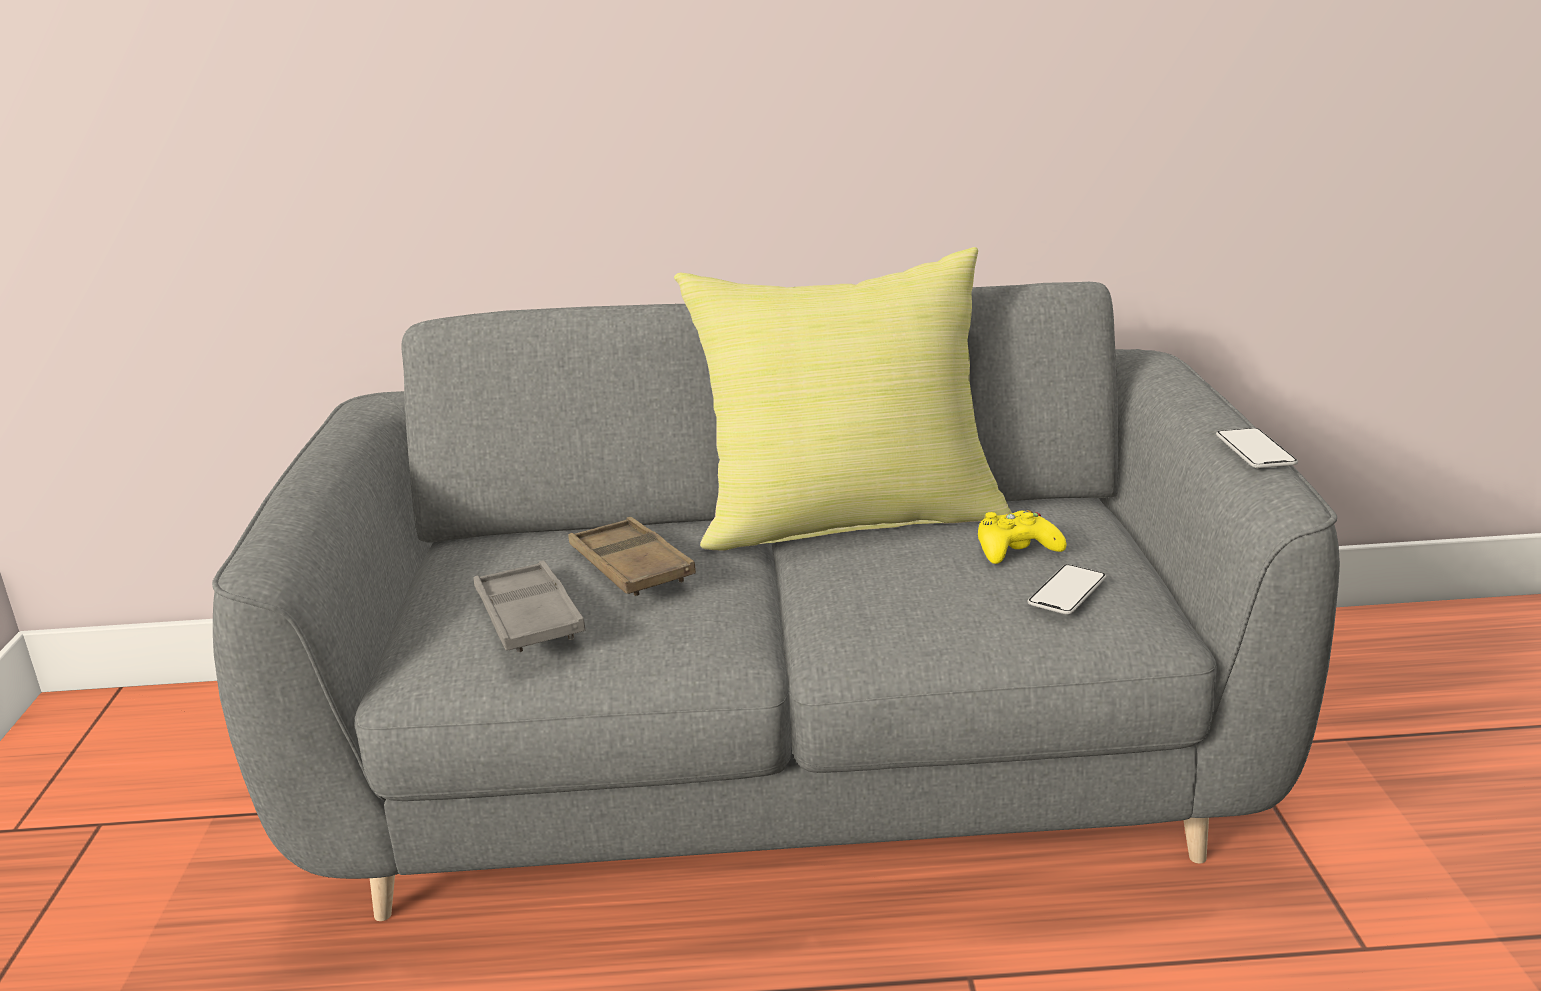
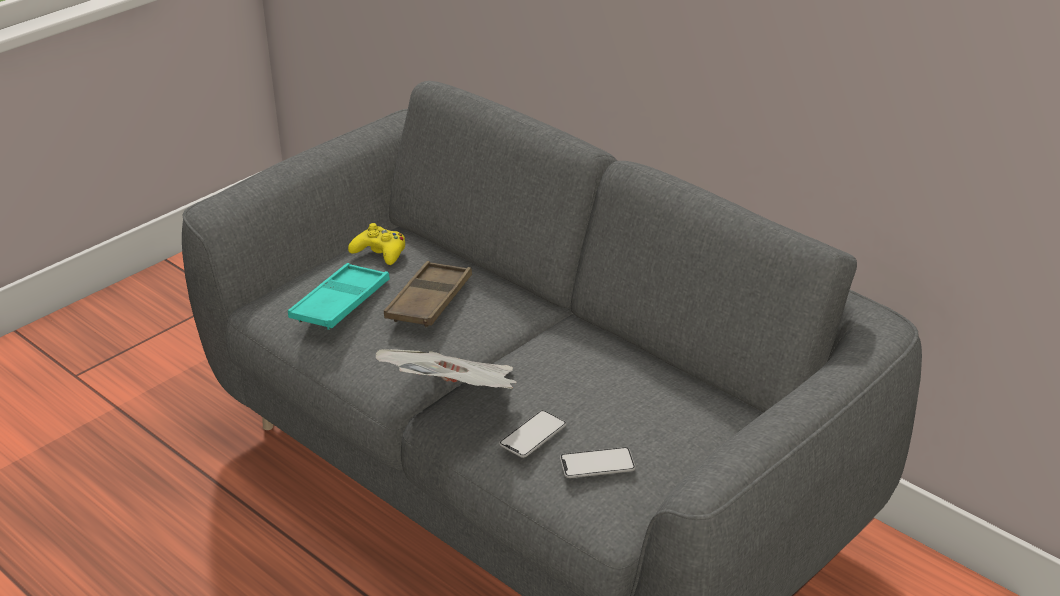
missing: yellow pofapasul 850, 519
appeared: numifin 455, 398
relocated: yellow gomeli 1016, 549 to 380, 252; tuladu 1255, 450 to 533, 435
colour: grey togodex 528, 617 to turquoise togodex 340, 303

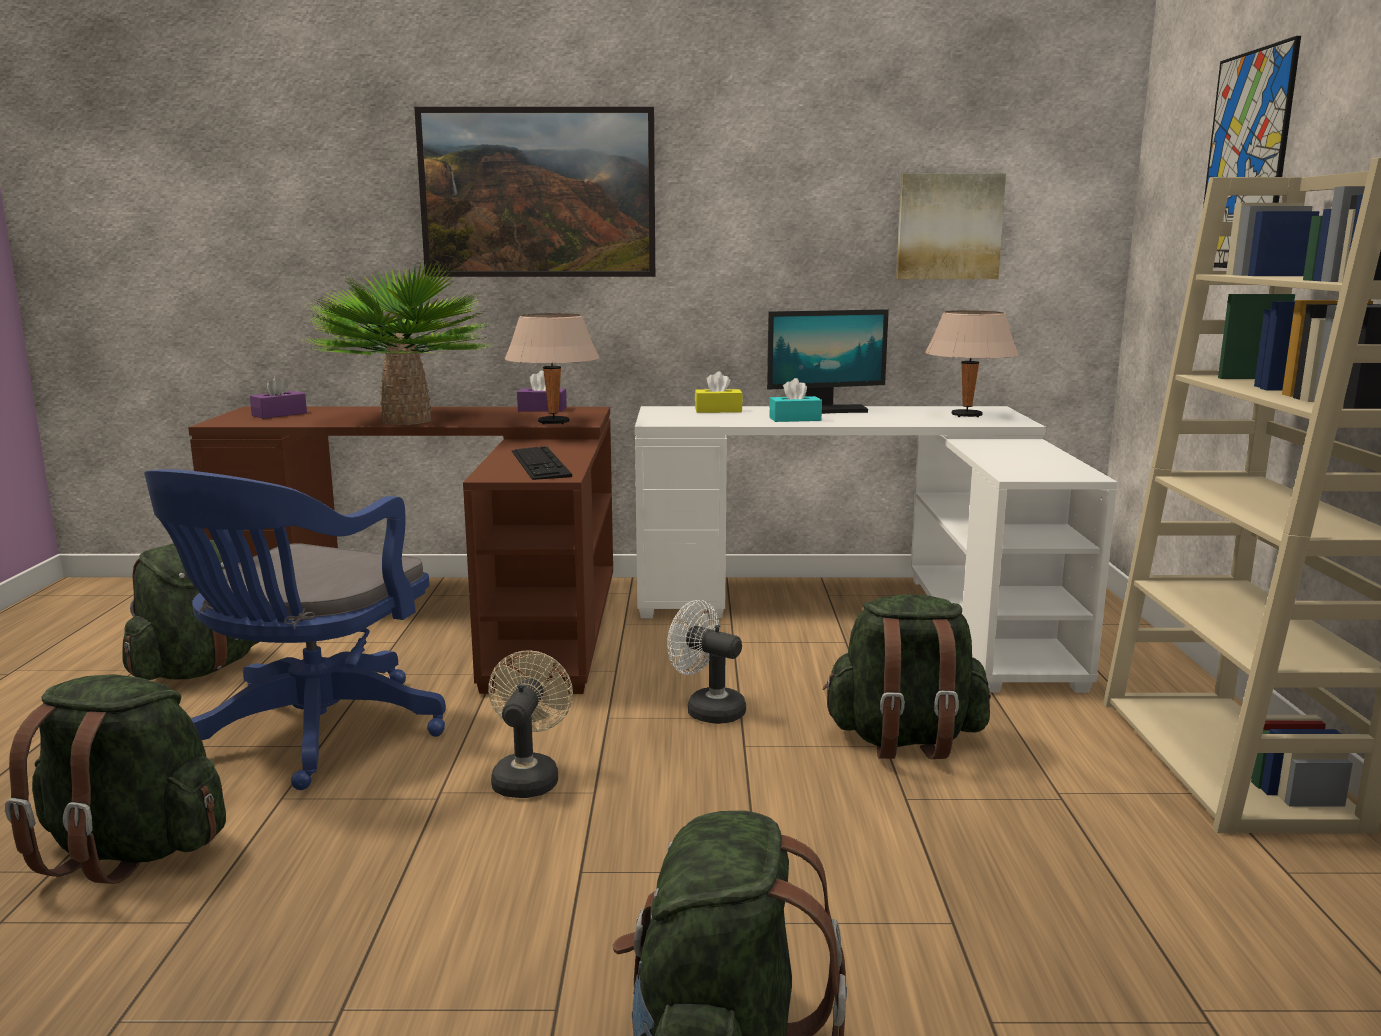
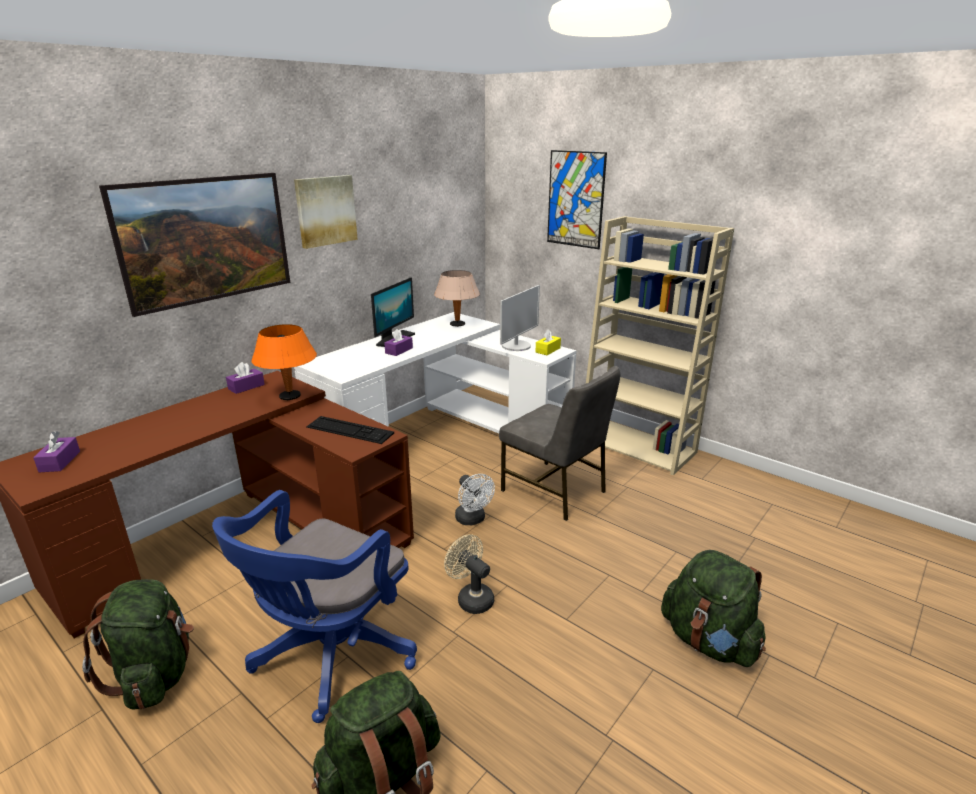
missing: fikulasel 407, 420
appeared: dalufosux 516, 346
relocated: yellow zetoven 718, 410 to 548, 350; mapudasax 949, 227 to 325, 210
exchanged: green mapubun 905, 740 to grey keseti 555, 491
colour: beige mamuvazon 554, 422 to orange mamuvazon 290, 396; turquoise zetoven 795, 419 to purple zetoven 399, 350
spun: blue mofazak 309, 736 = 330, 656 60 degrees clockwise; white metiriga 707, 710 = 472, 520 105 degrees counterclockwise

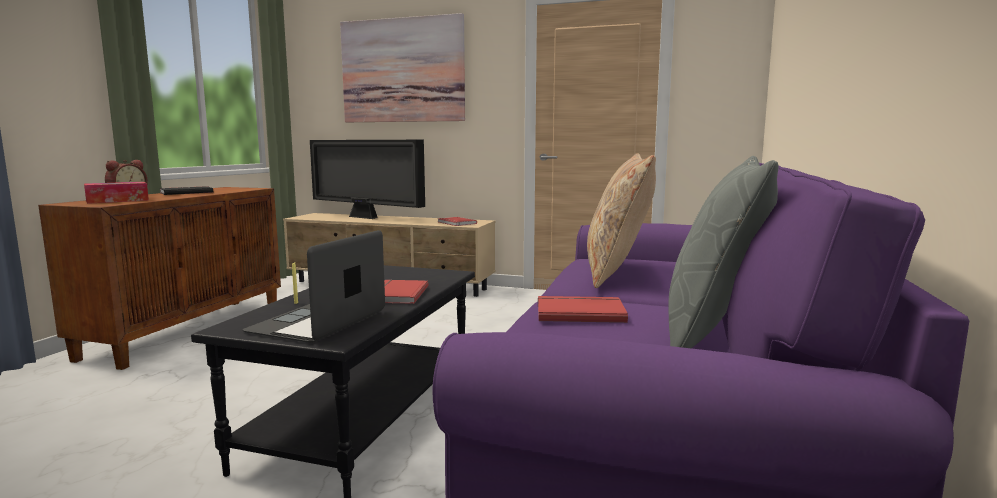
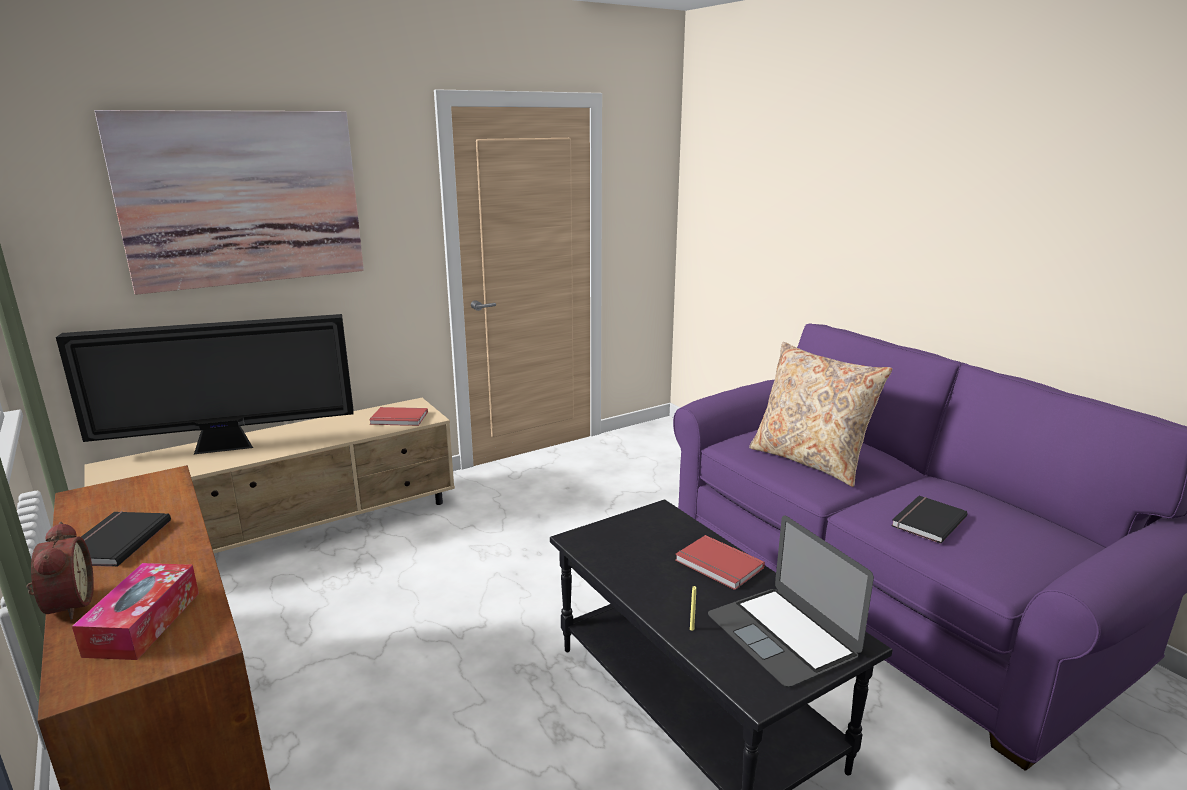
missing: grey pofapasul 712, 332
colour: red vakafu 579, 312 to black vakafu 926, 521

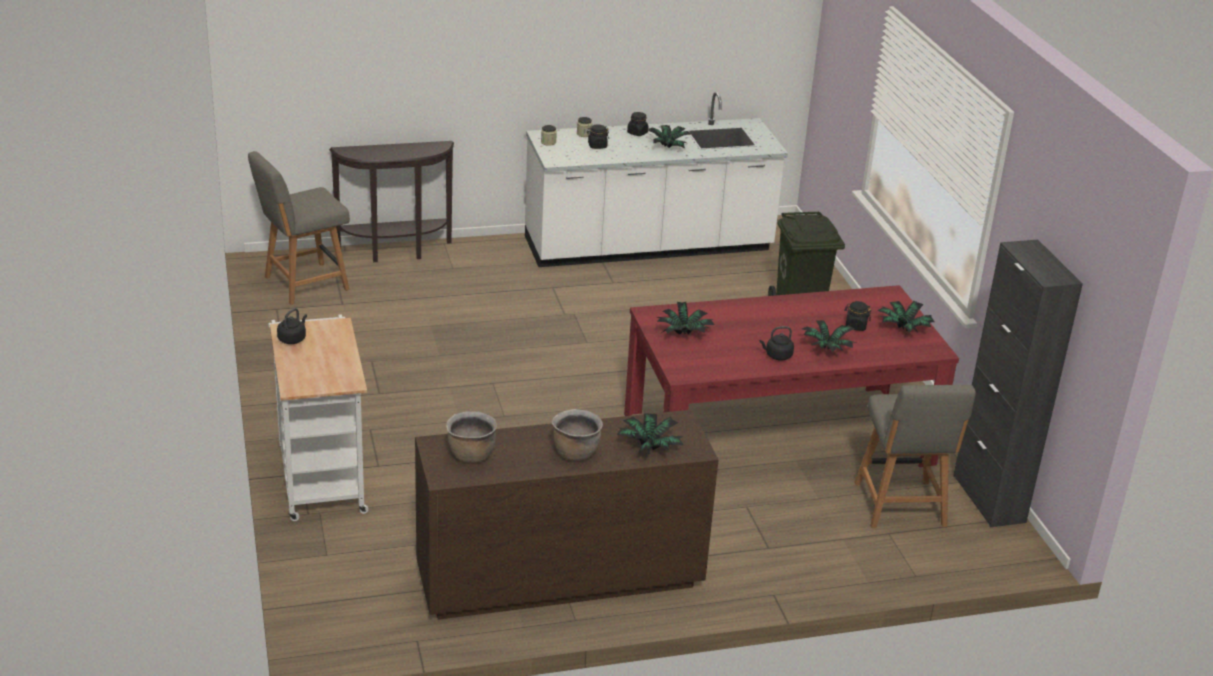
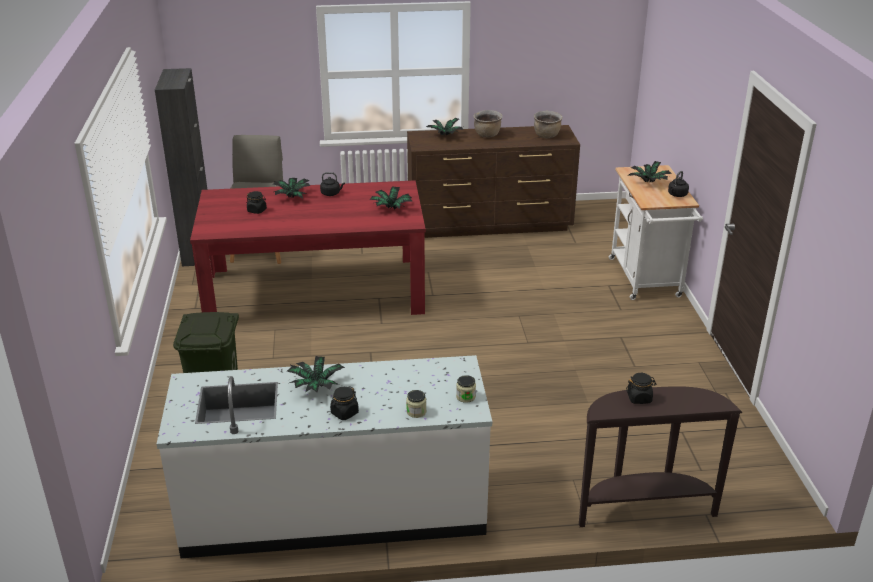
missing: grey keseti 303, 284
relocated: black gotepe 597, 146 to 639, 398; fikulasel 903, 329 to 649, 183

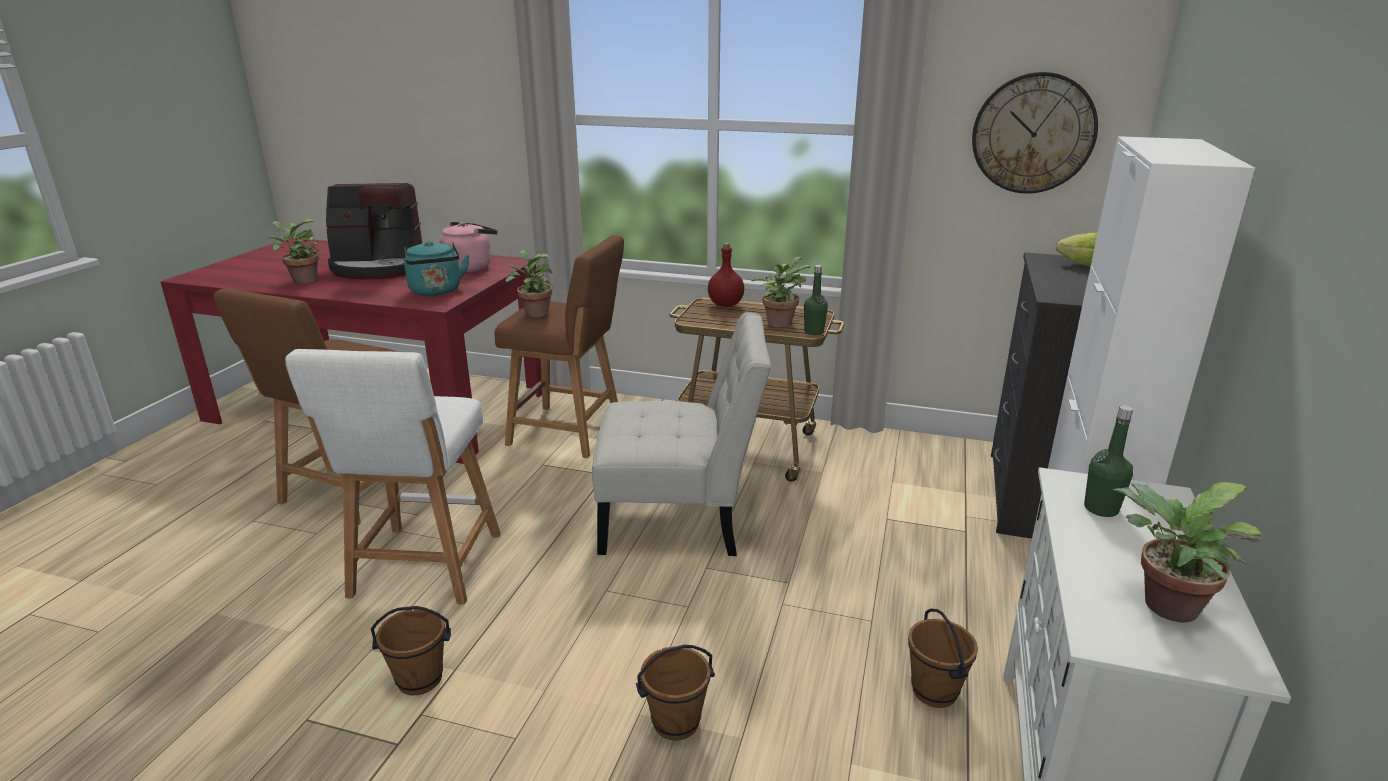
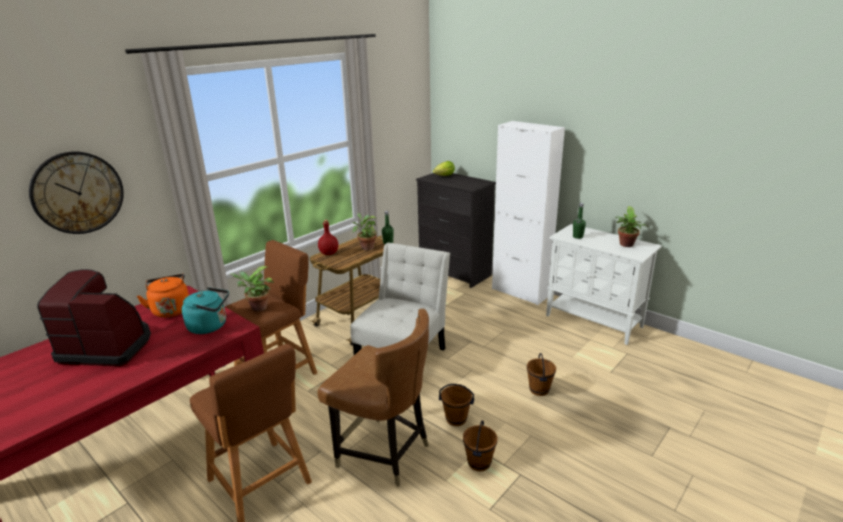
missing: fikulasel 302, 280
relocated: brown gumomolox 935, 691 to 456, 419; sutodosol 1033, 133 to 78, 192
exchanged: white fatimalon 424, 569 to brown keseti 384, 453
colour: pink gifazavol 470, 267 to orange gifazavol 171, 309
spun: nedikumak 379, 267 = 107, 347 105 degrees counterclockwise

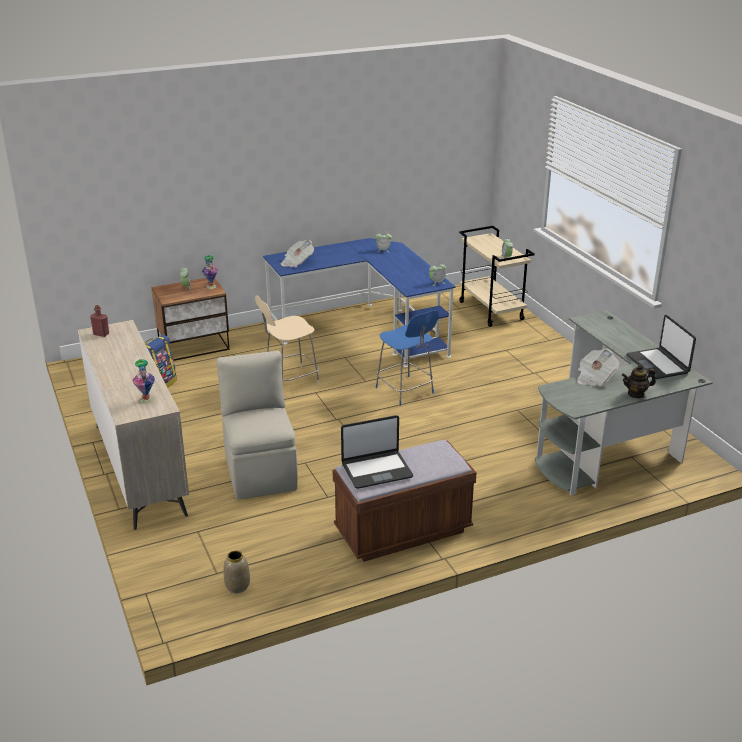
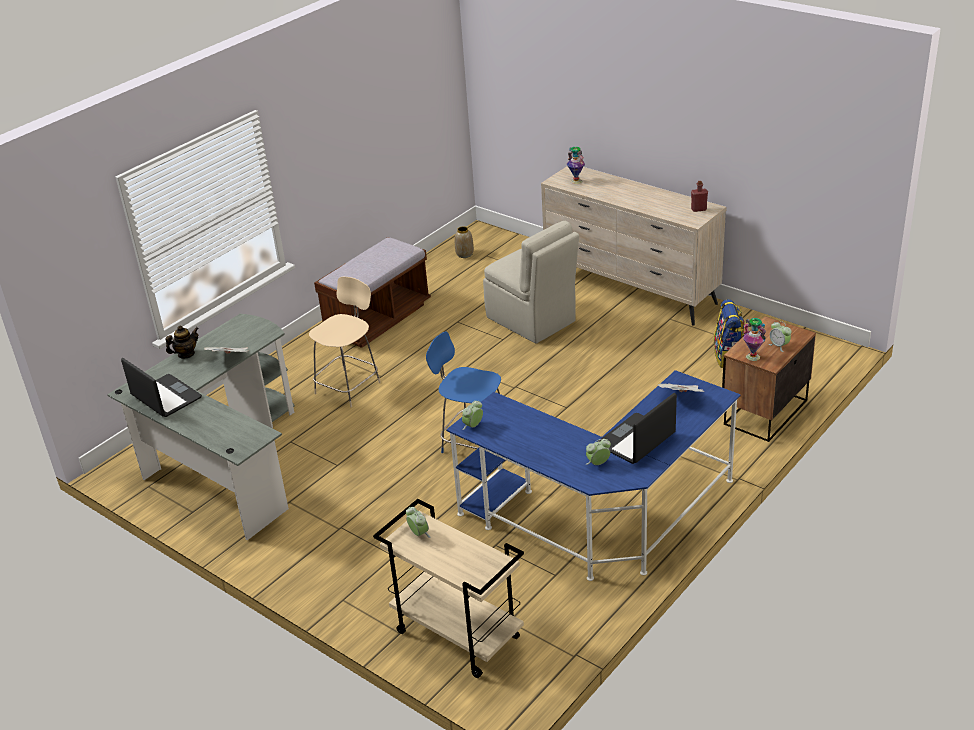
relocated: beige keseti 290, 381 to 349, 386; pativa 376, 470 to 636, 440

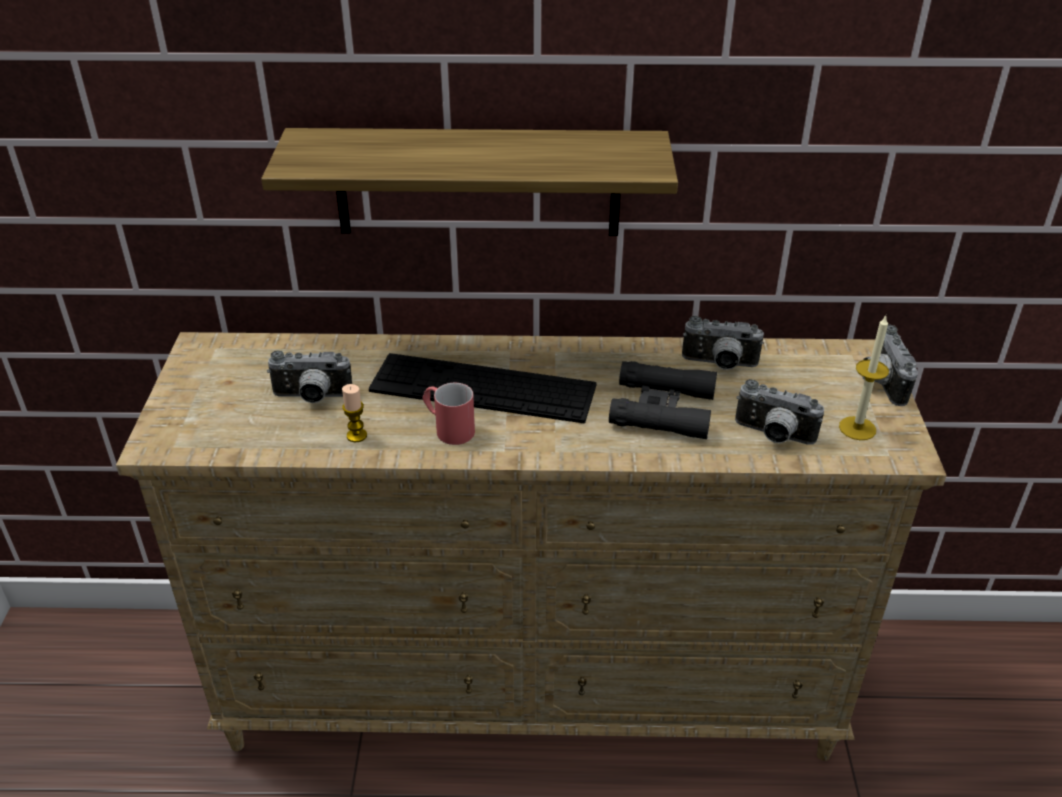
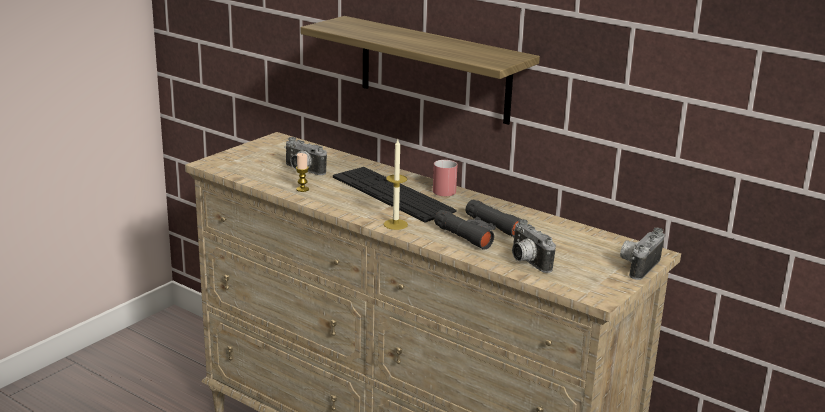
missing: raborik 719, 365
relocated: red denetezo 448, 428 to 442, 189; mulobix 857, 428 to 395, 224

